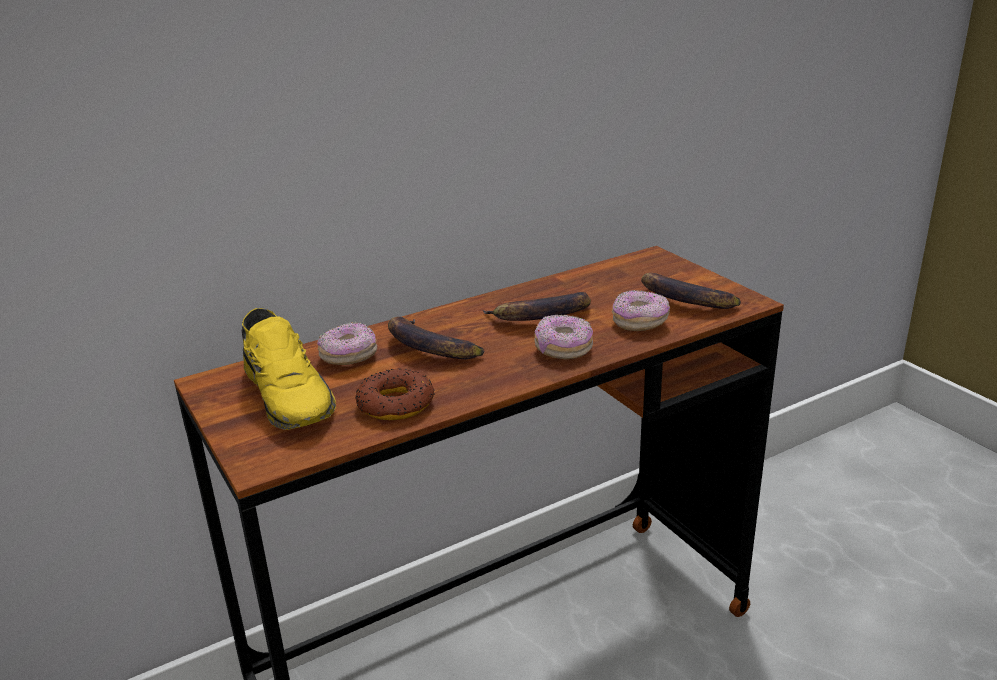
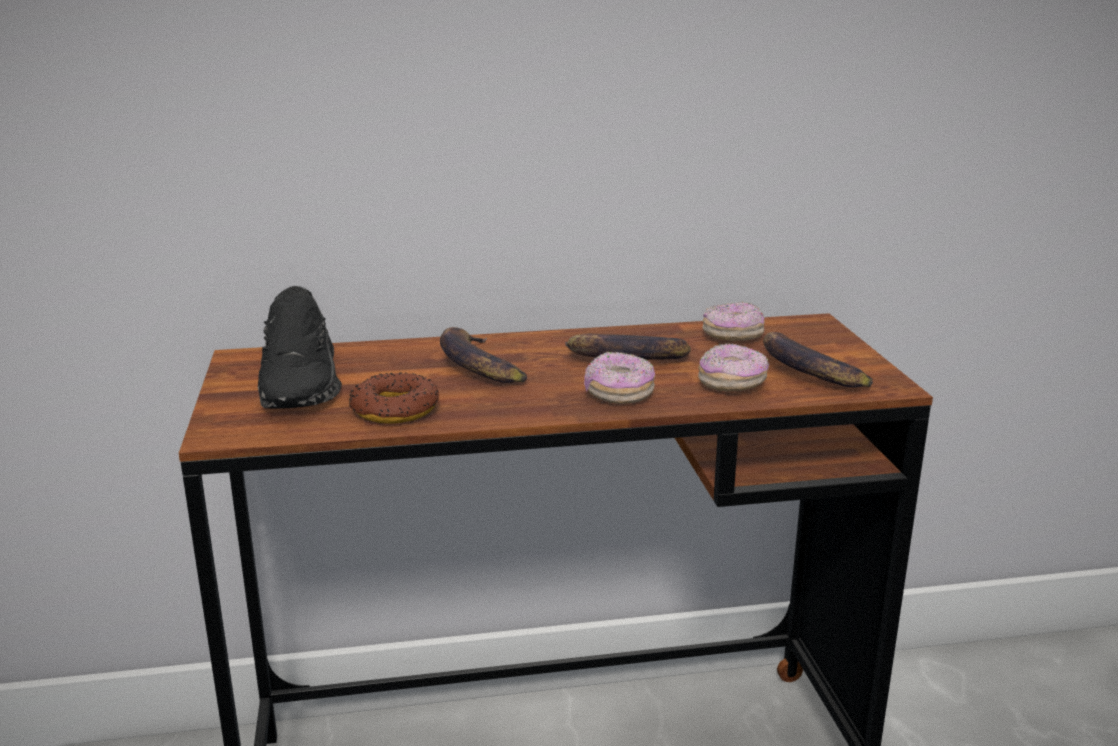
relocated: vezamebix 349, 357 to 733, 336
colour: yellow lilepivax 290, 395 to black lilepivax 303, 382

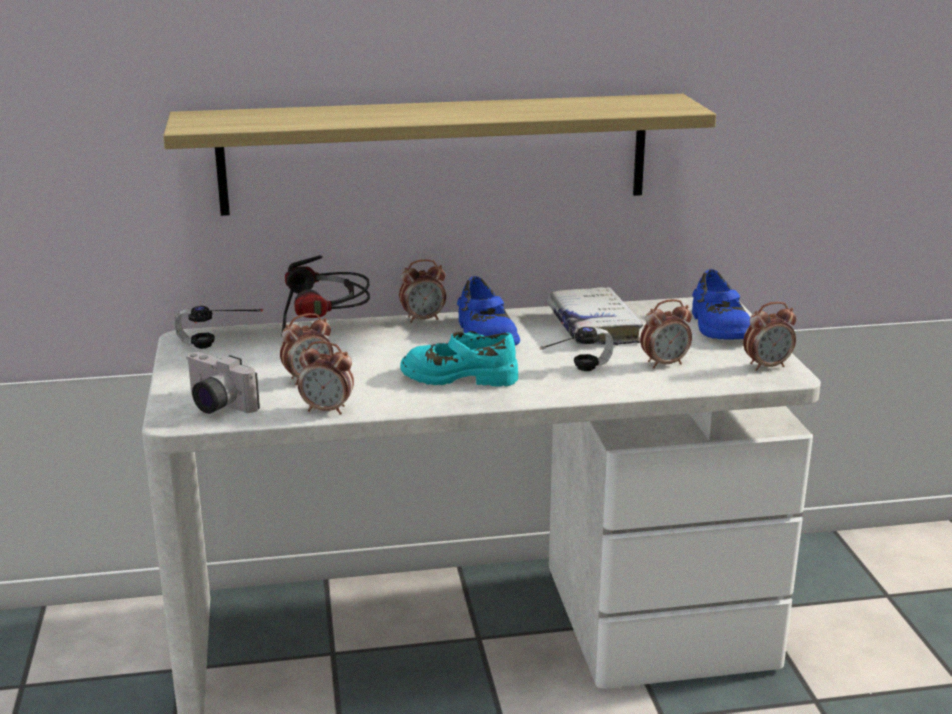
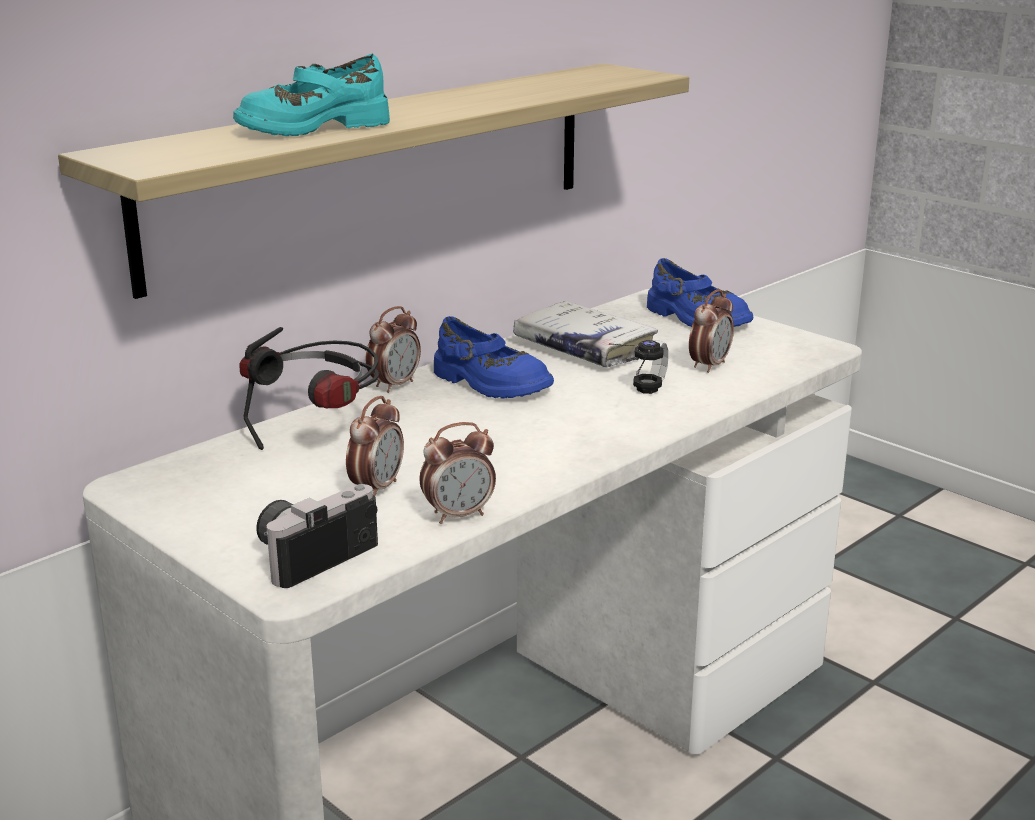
missing: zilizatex 214, 350; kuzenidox 767, 366
relocated: turquoise lilepivax 459, 376 to 312, 127
spun: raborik 215, 405 = 312, 554 135 degrees clockwise

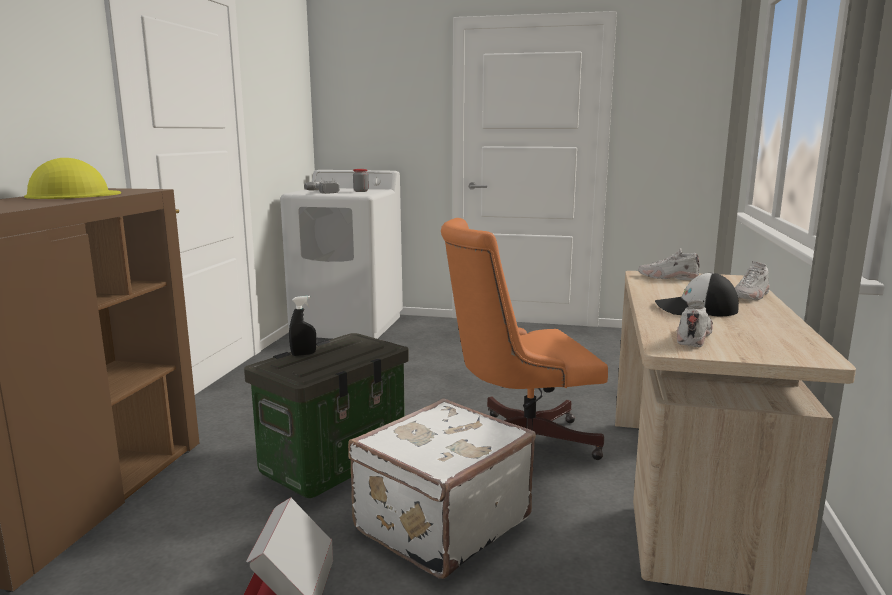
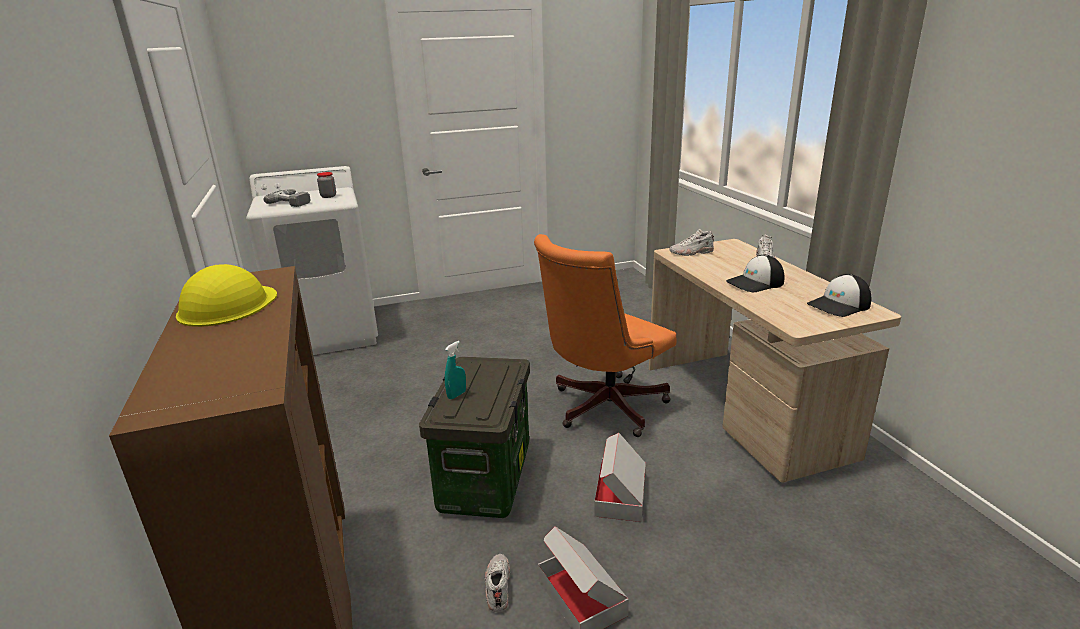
appeared: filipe 839, 305
relocated: white lilepivax 693, 336 to 497, 586
exchanged: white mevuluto 439, 523 to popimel 620, 495
colour: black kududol 303, 354 to turquoise kududol 456, 395

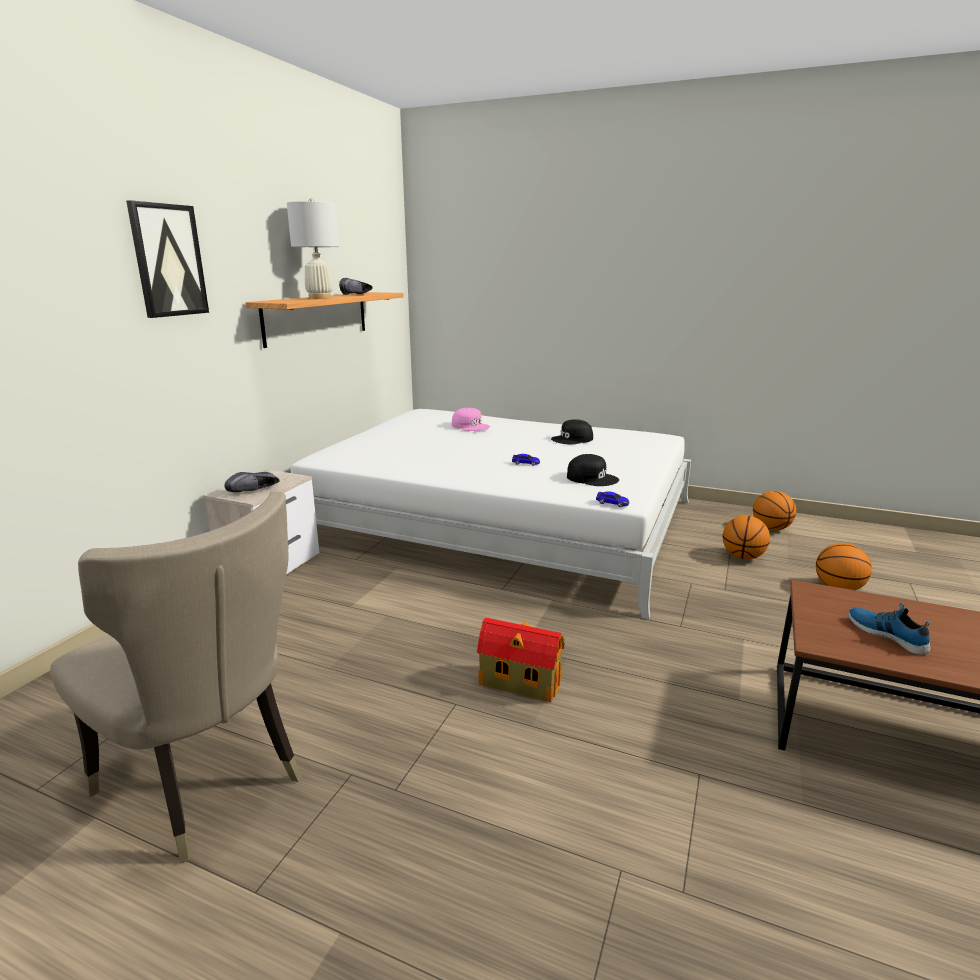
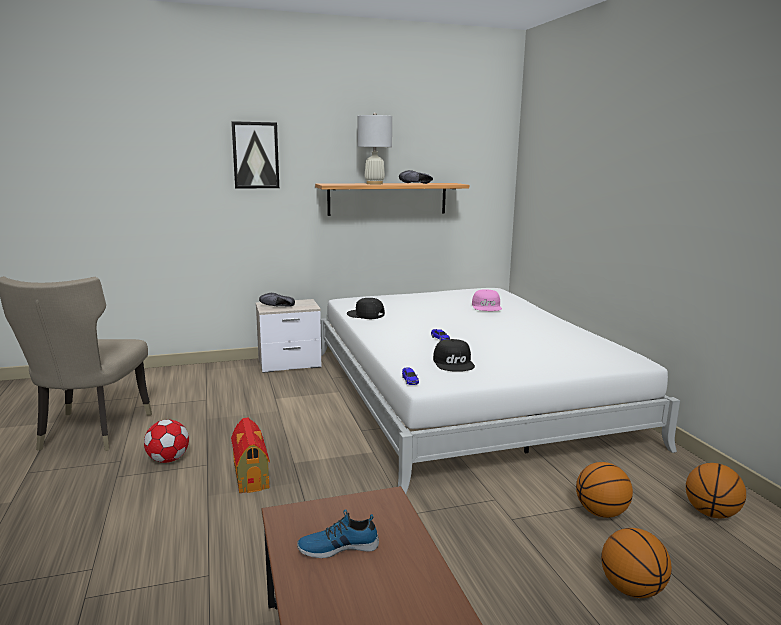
appeared: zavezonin 168, 459
relocated: black filipe 572, 439 to 365, 315
spun: lilepivax 887, 634 = 338, 546 120 degrees counterclockwise

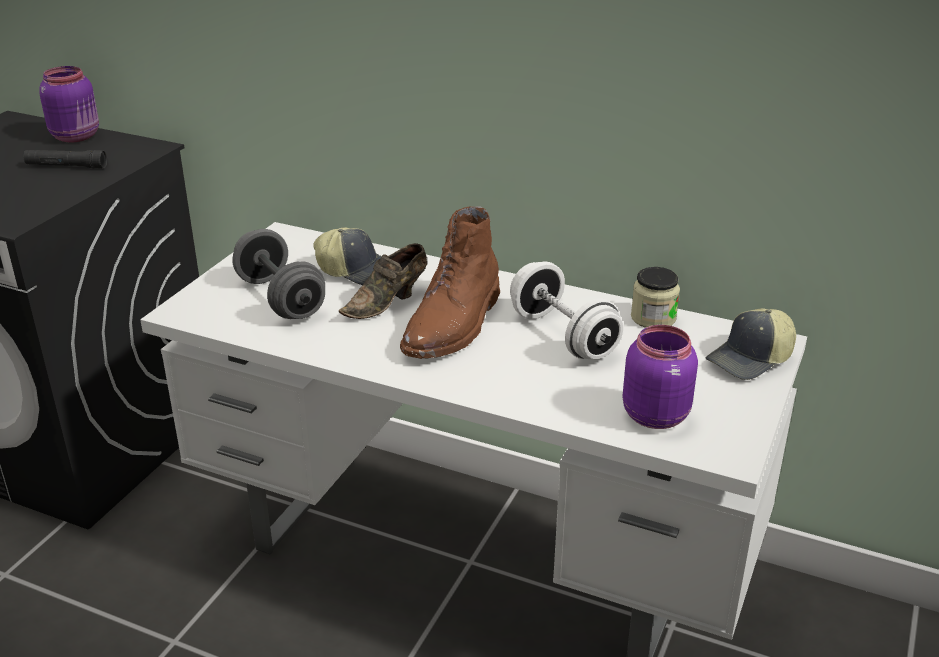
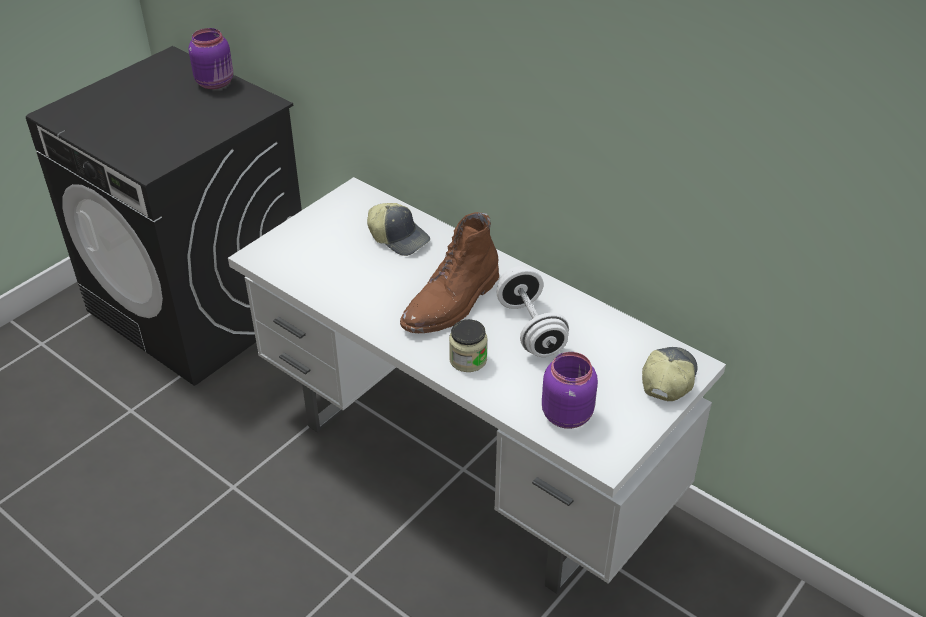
missing: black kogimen 66, 166; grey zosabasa 280, 298; brown lilepivax 388, 302
relocated: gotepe 653, 318 to 468, 359
spun: filipe 751, 360 = 667, 378 135 degrees clockwise

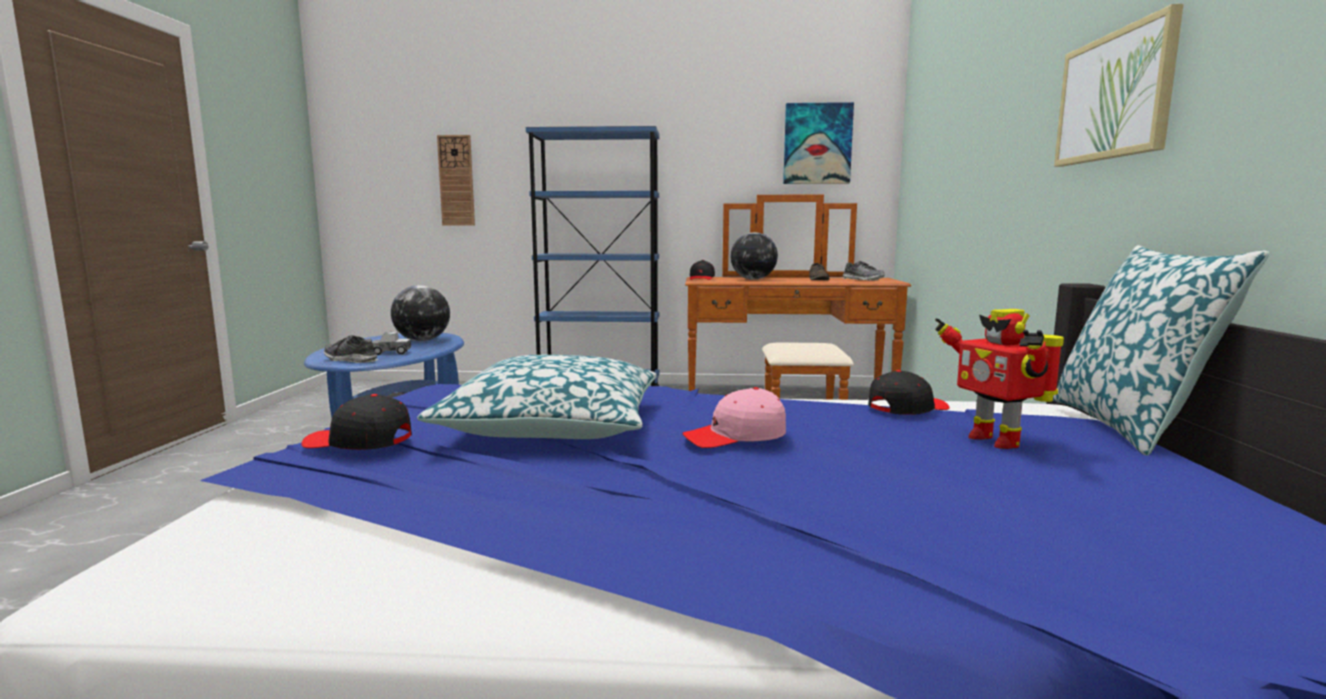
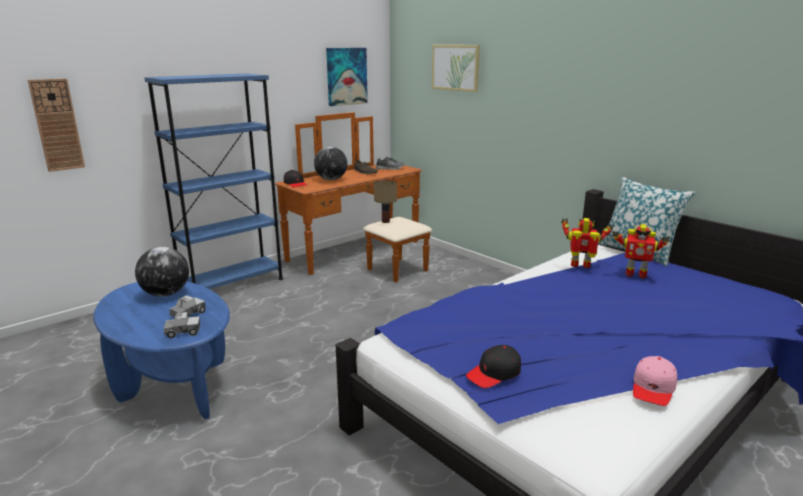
missing: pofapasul 554, 424
appeared: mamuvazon 386, 221
relocated: pink filipe 735, 436 to 653, 388; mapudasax 1114, 96 to 455, 67
exchanged: lilepivax 351, 360 to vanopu 183, 332; black filipe 907, 408 to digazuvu 581, 266

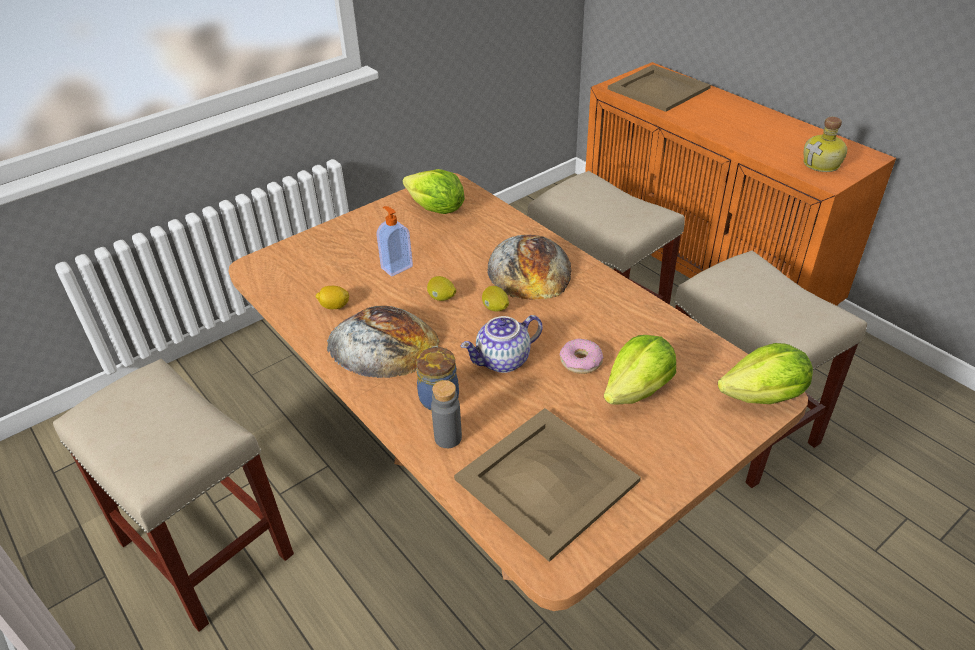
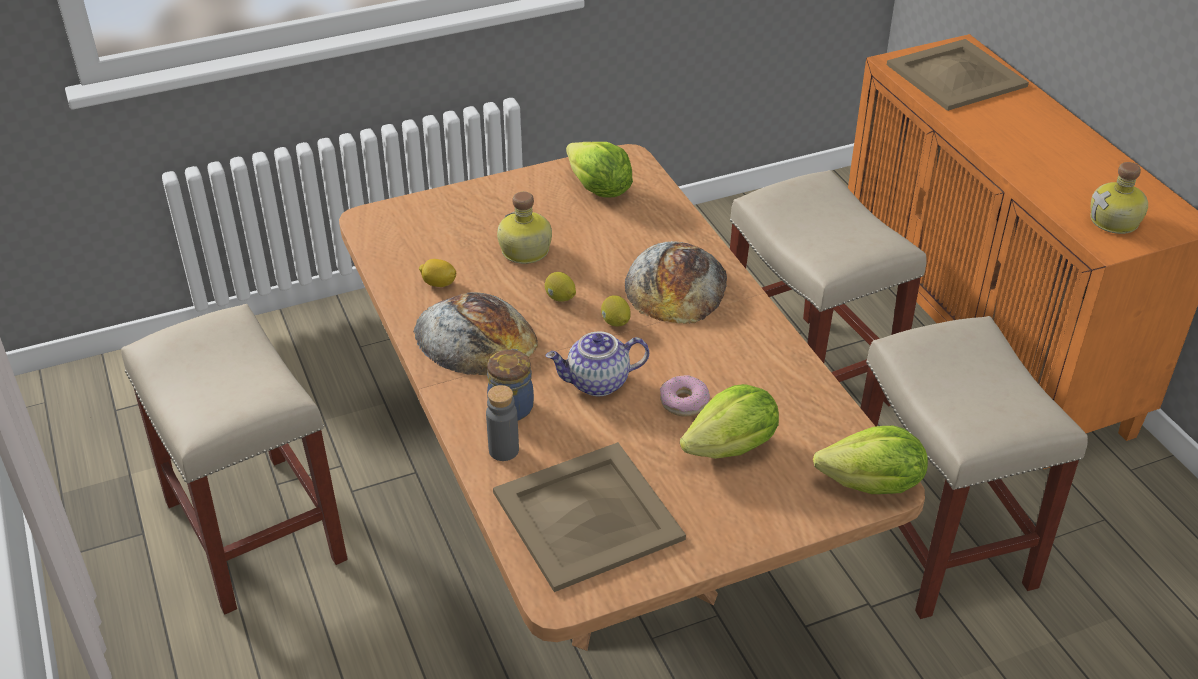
exchanged: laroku 396, 267 to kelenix 524, 251

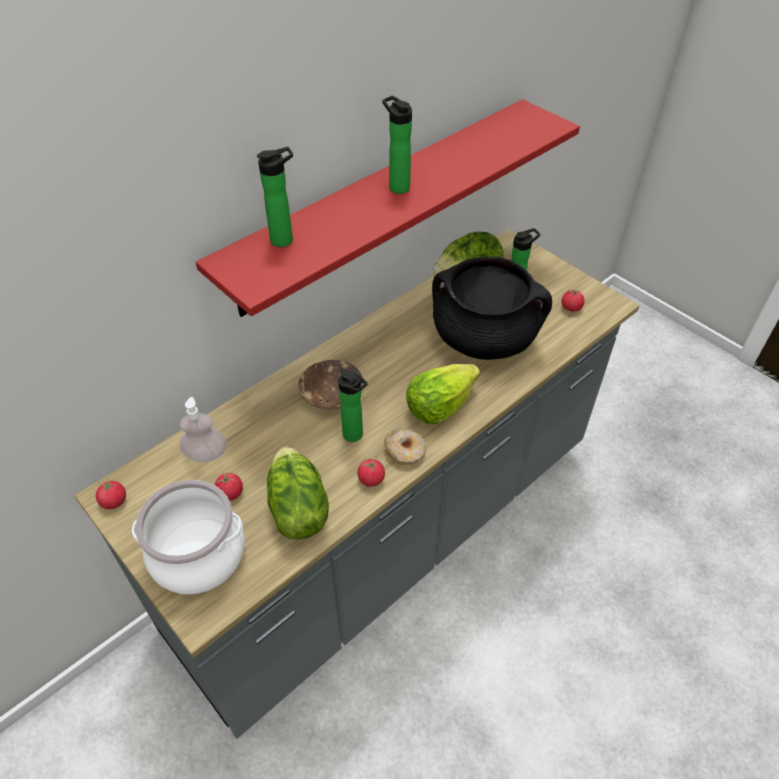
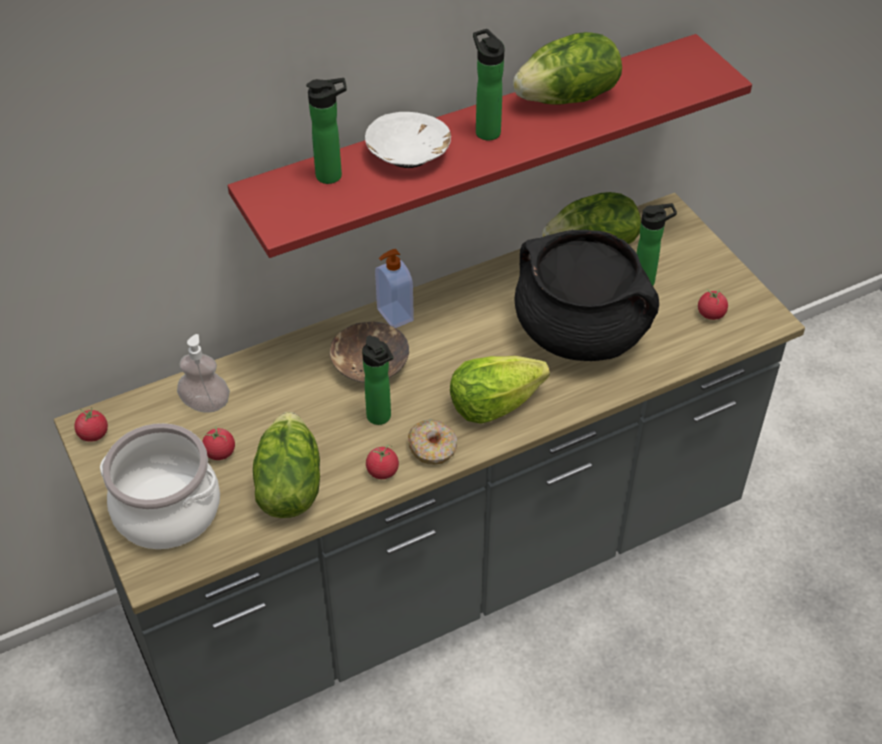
appeared: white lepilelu 408, 154; laroku 394, 315; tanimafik 568, 98

